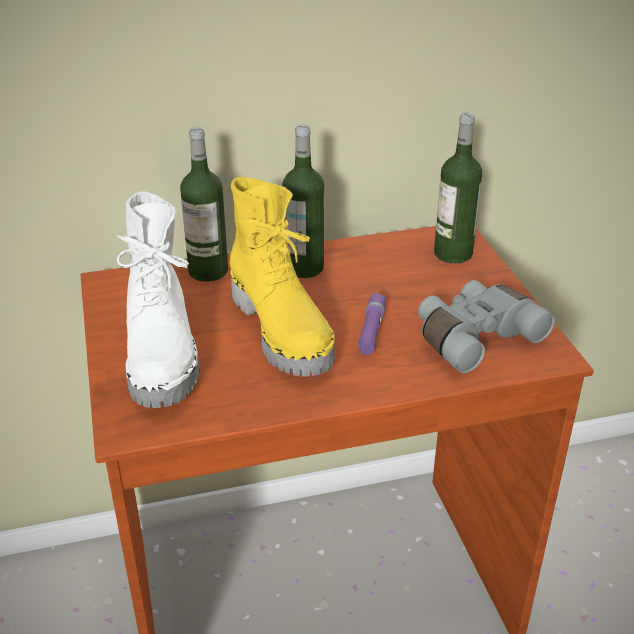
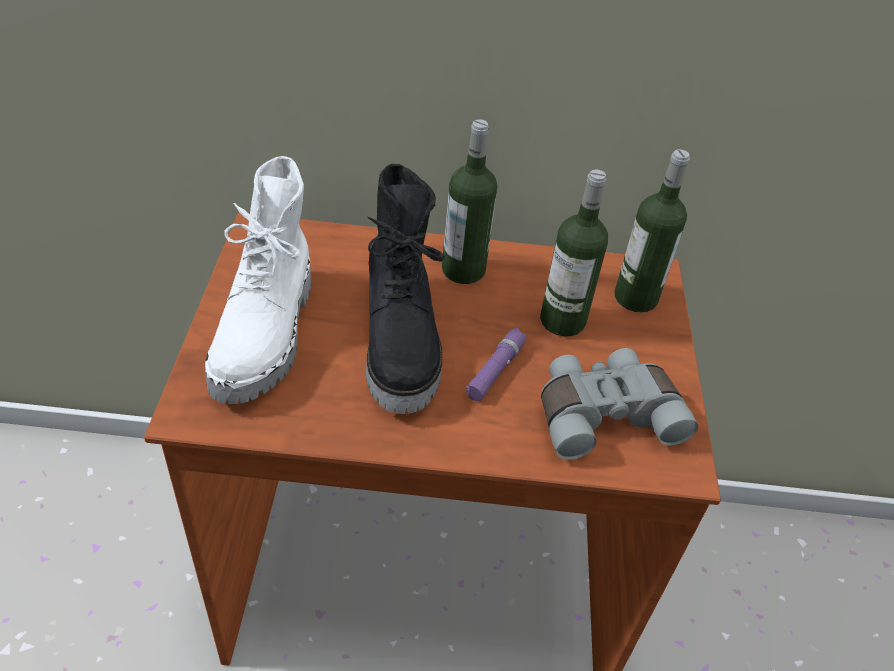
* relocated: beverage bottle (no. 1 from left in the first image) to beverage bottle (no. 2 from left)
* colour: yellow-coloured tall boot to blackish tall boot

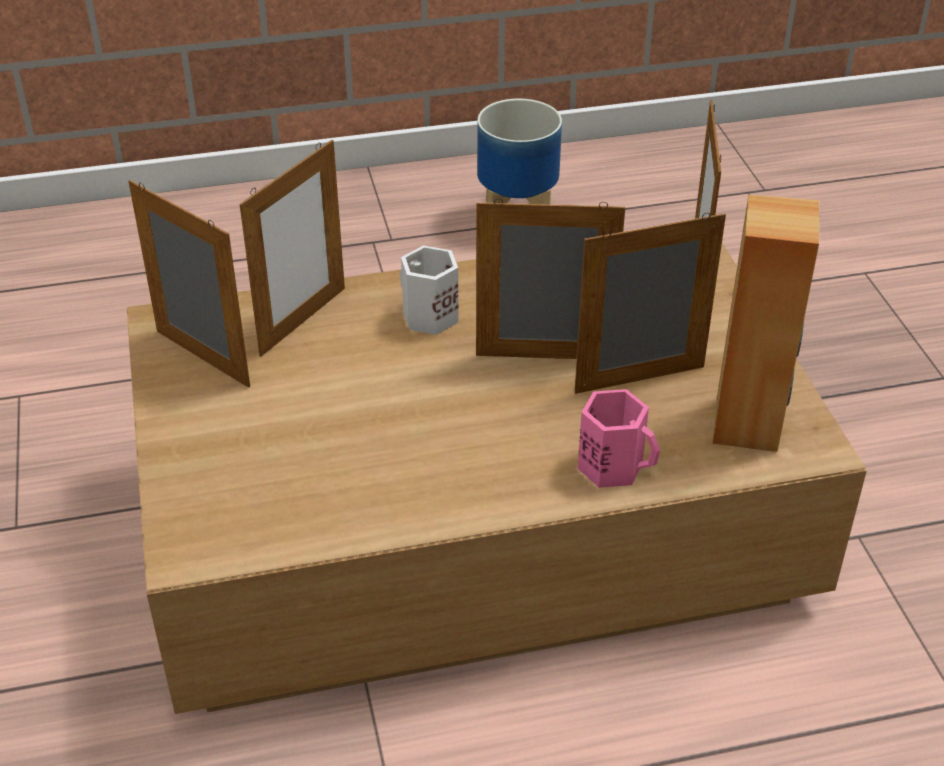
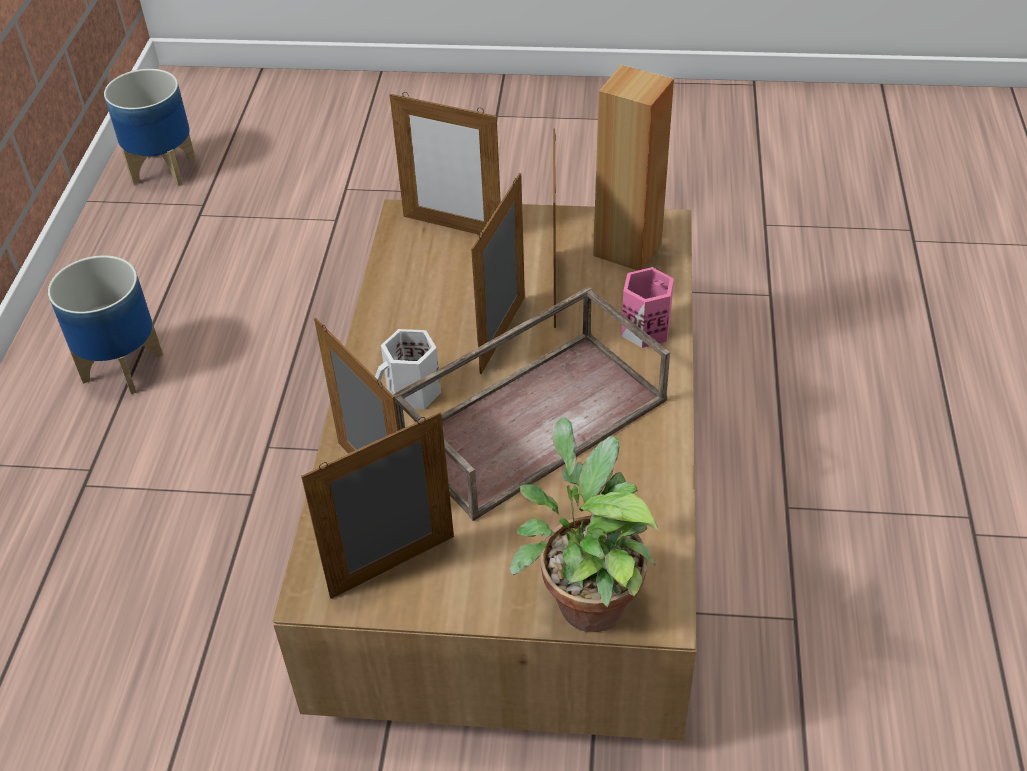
* appeared: planter (no. 2 from left)
* appeared: brown serving tray
* appeared: potted plant

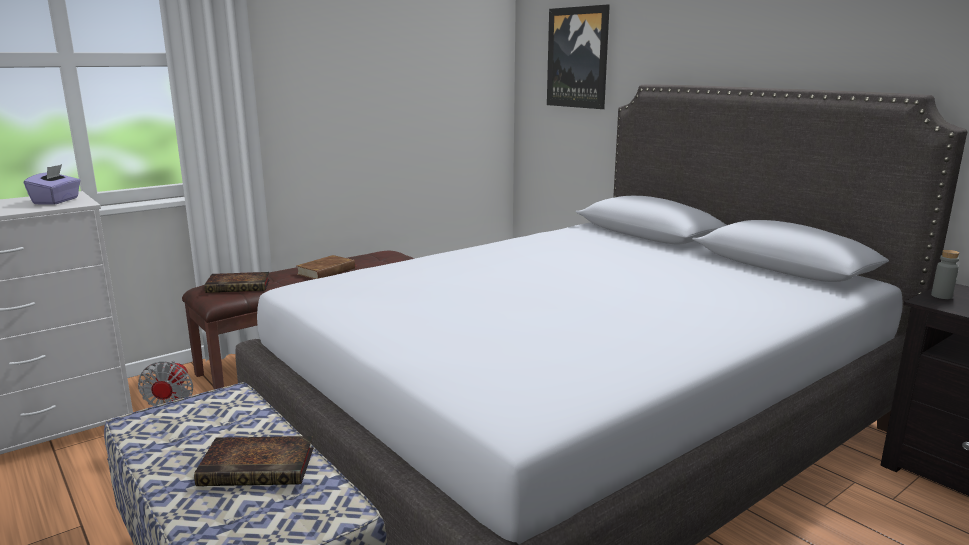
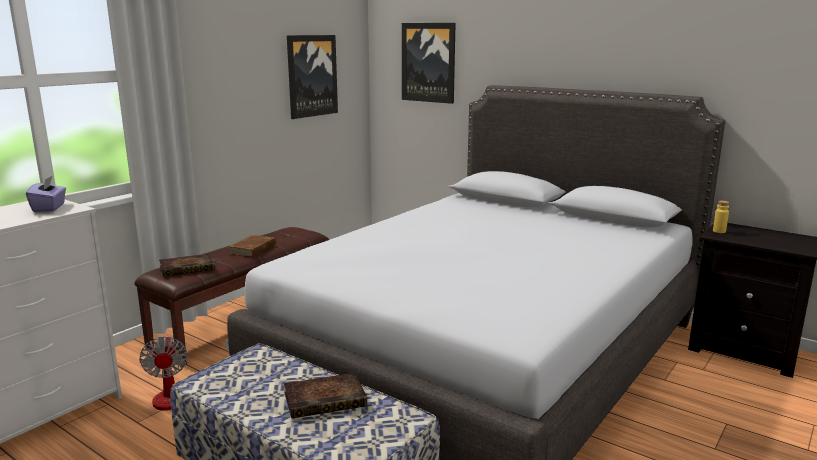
* colour: greyish beverage bottle to yellow-coloured beverage bottle
* appeared: wall art (no. 1 from left)

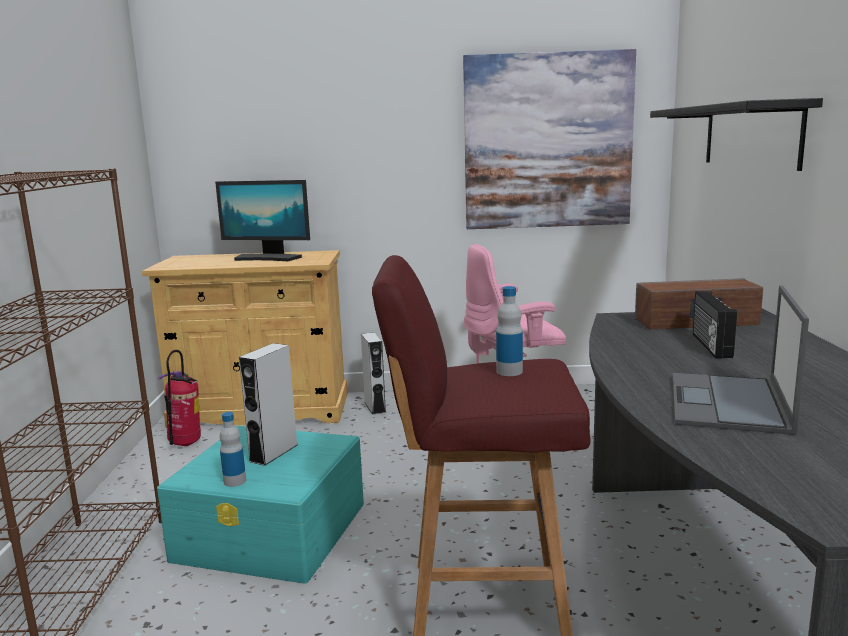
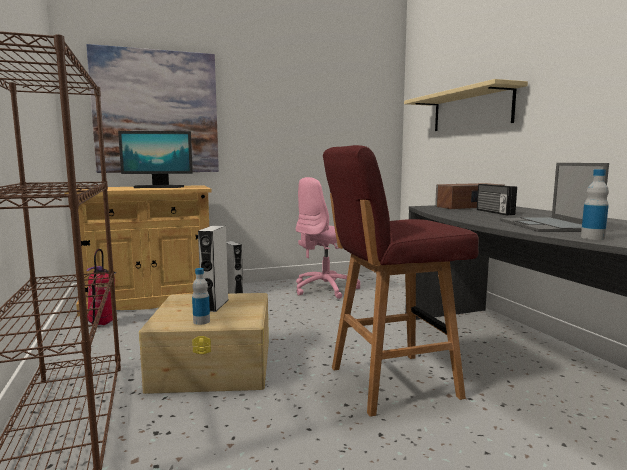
* relocated: wall art
* colour: blackish bracket shelf to beige bracket shelf
* relocated: beverage bottle (no. 2 from left)
* colour: blue-green storage container to beige storage container

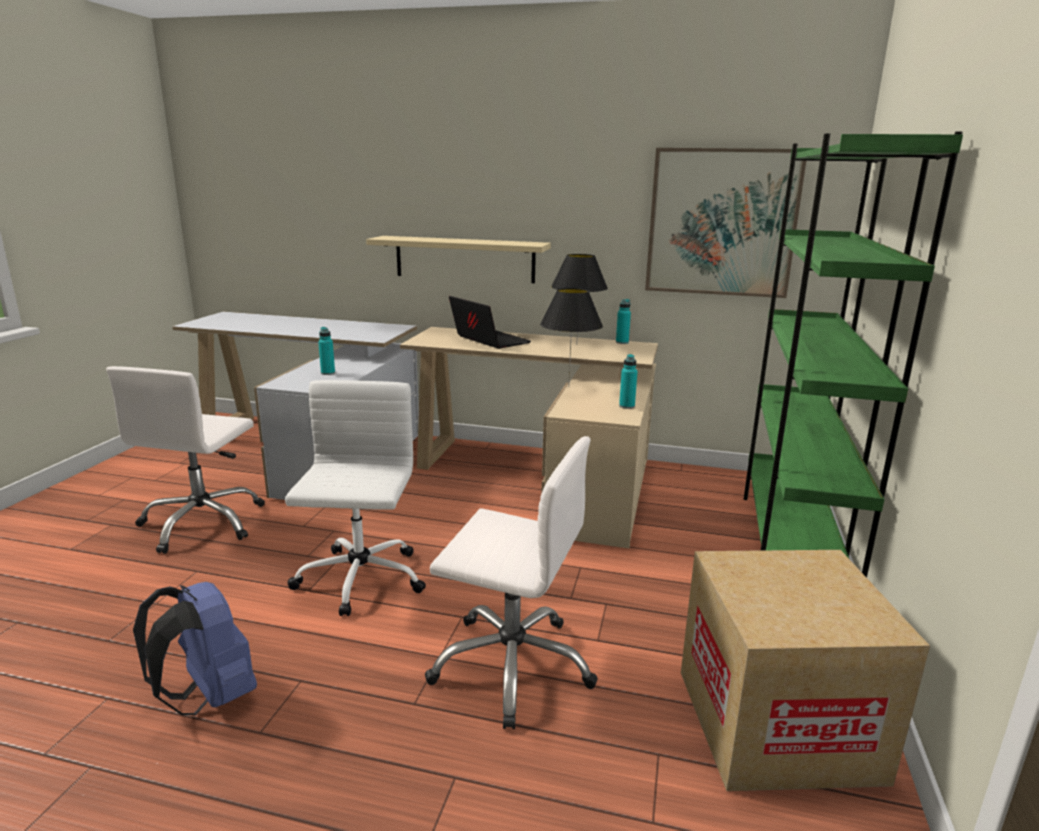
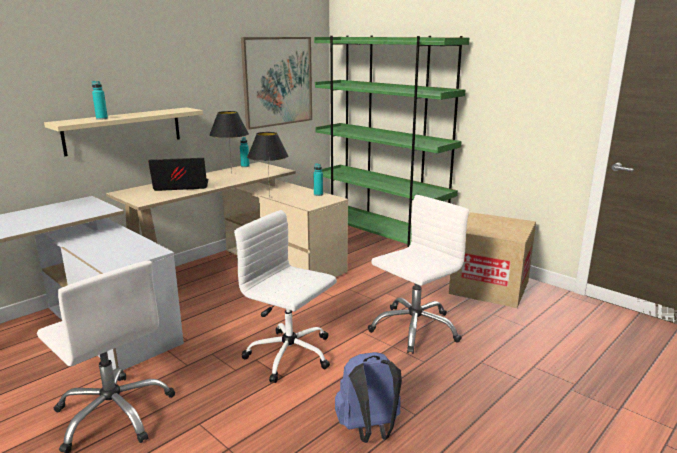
* relocated: blue-green beverage bottle (no. 1 from left)

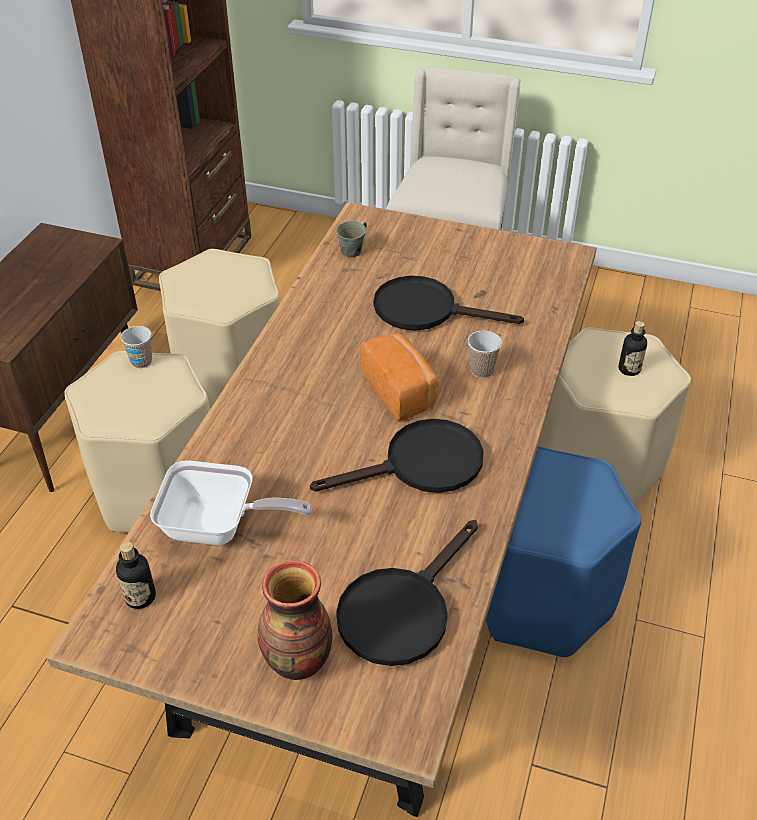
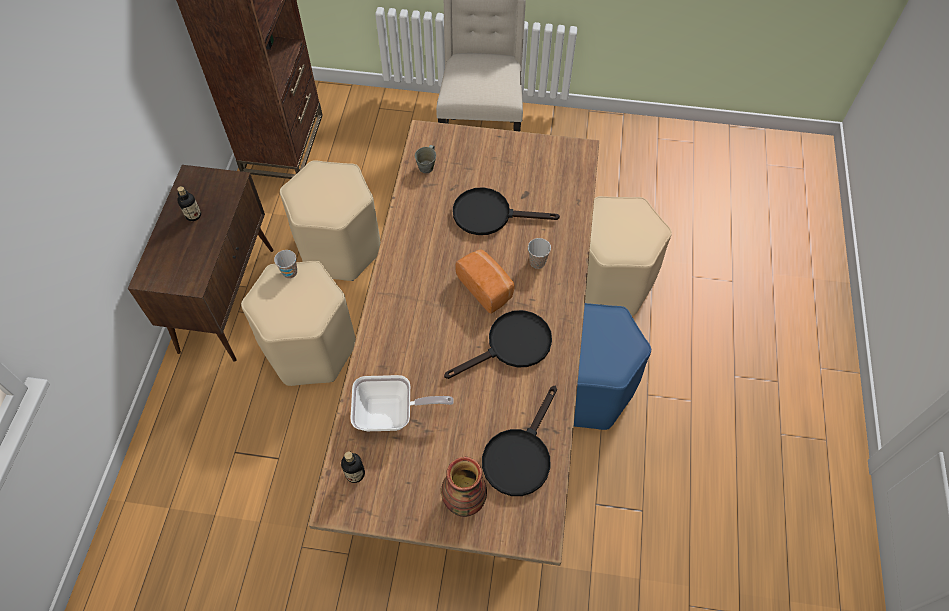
* relocated: beverage bottle (no. 2 from left in the first image) to beverage bottle (no. 1 from left)

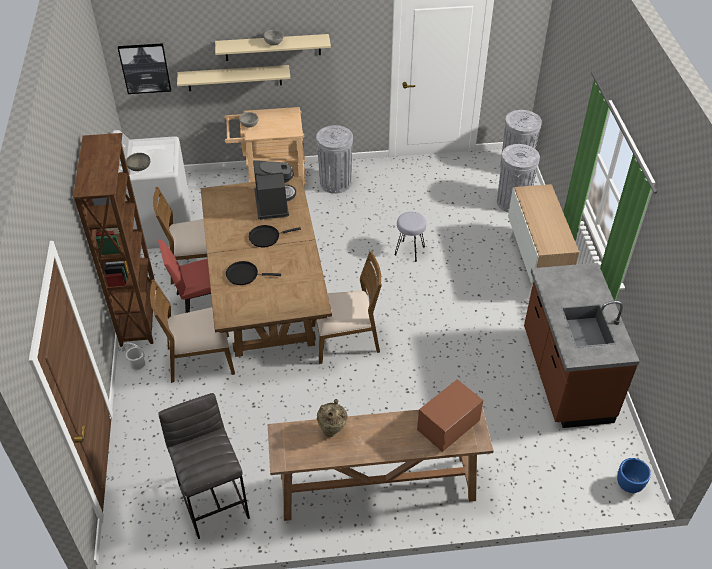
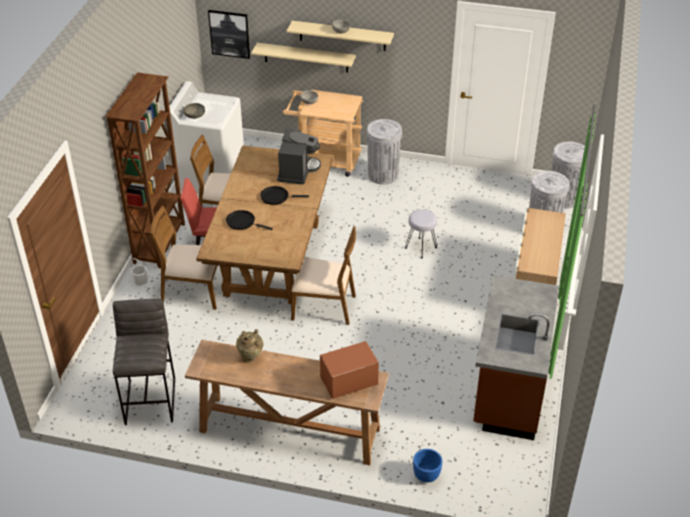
* relocated: bluish planter

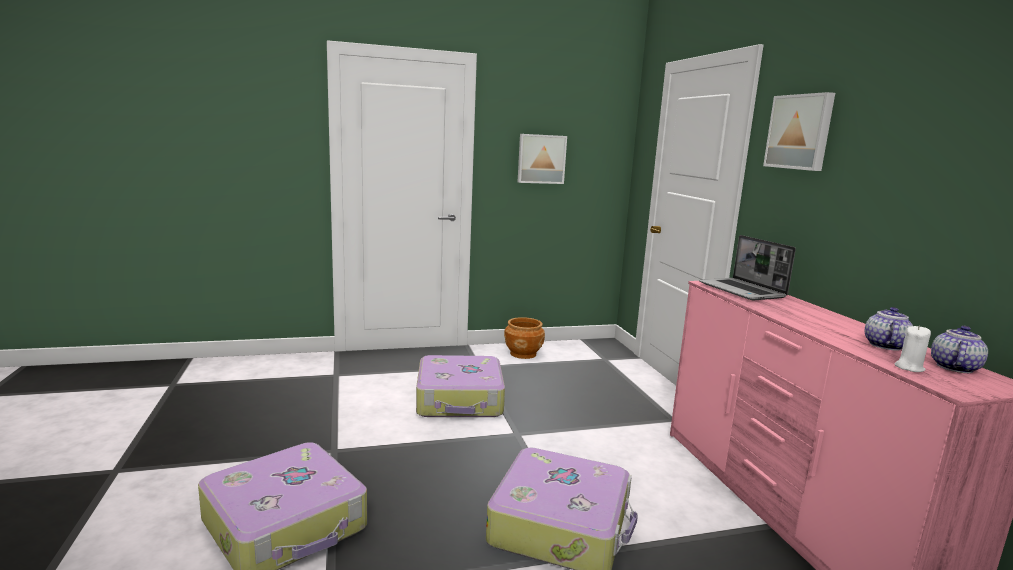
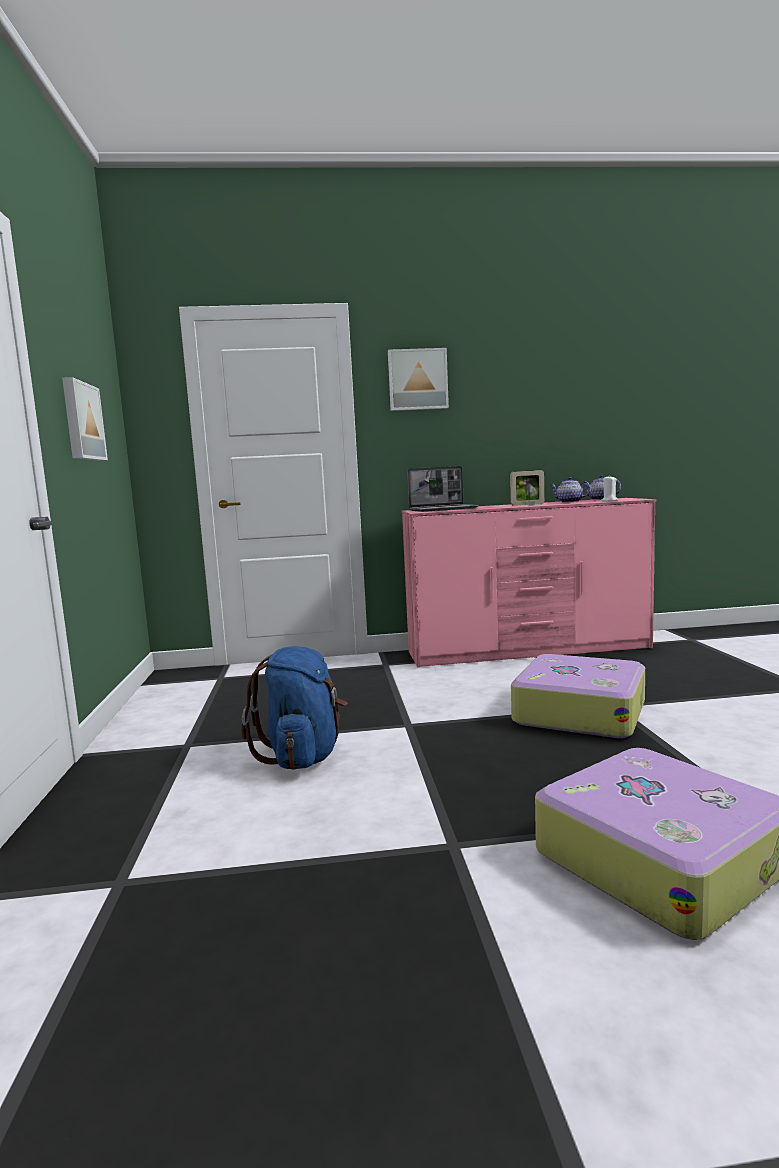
* missing: brown planter
* exchanged: piece of luggage (no. 2 from left) to bluish rucksack
* appeared: photo frame

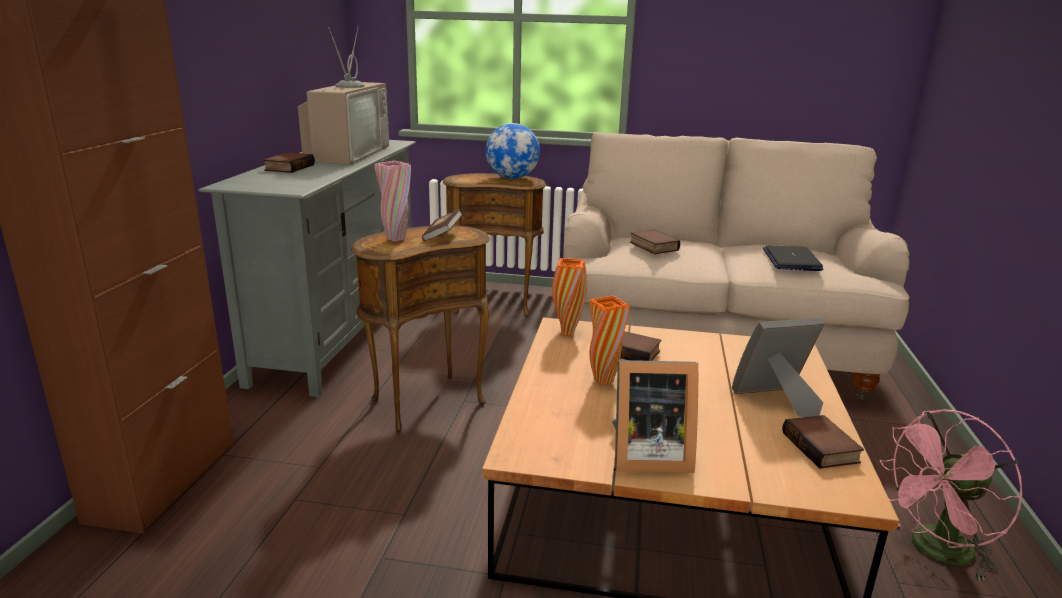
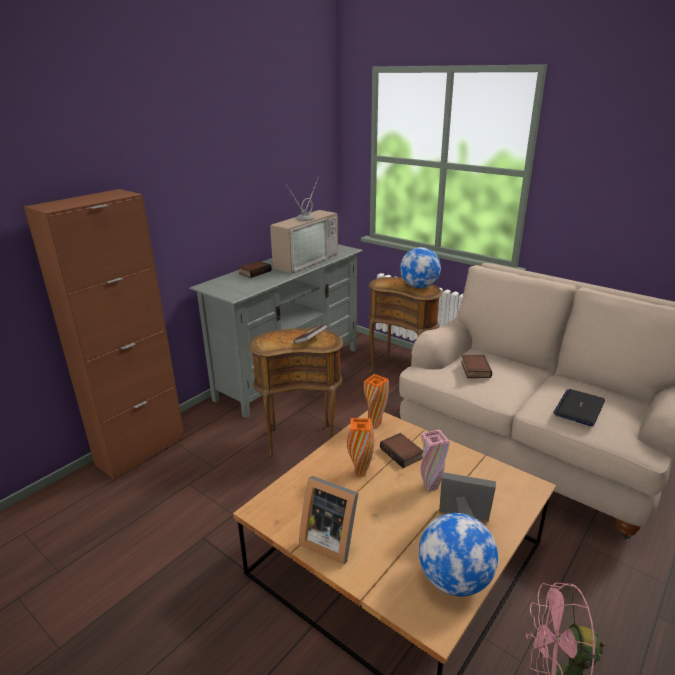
* relocated: pink-coloured flower vase
* exchanged: book (no. 5 from left) to desk globe (no. 2 from left)

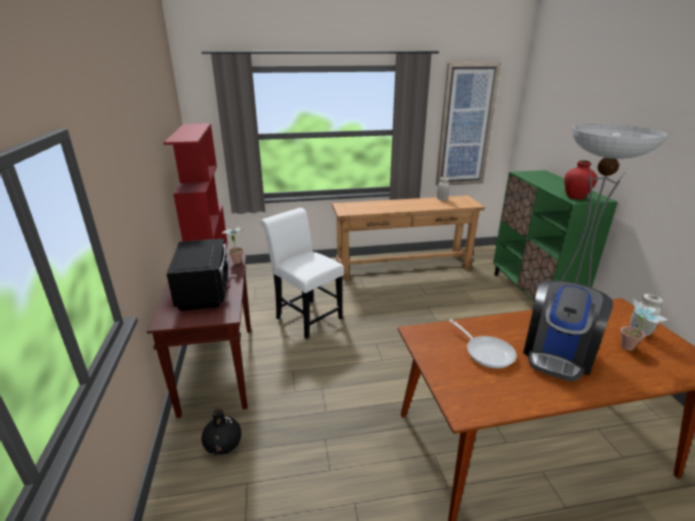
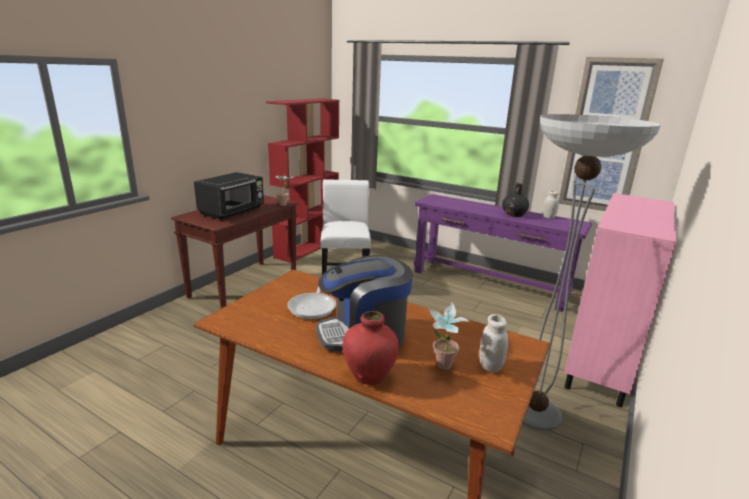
* relocated: reddish flower vase
* colour: green-coloured cupboard to pink-coloured cupboard
* colour: brown narrow table (no. 2 from left) to purple narrow table
* relocated: blackish flower vase

